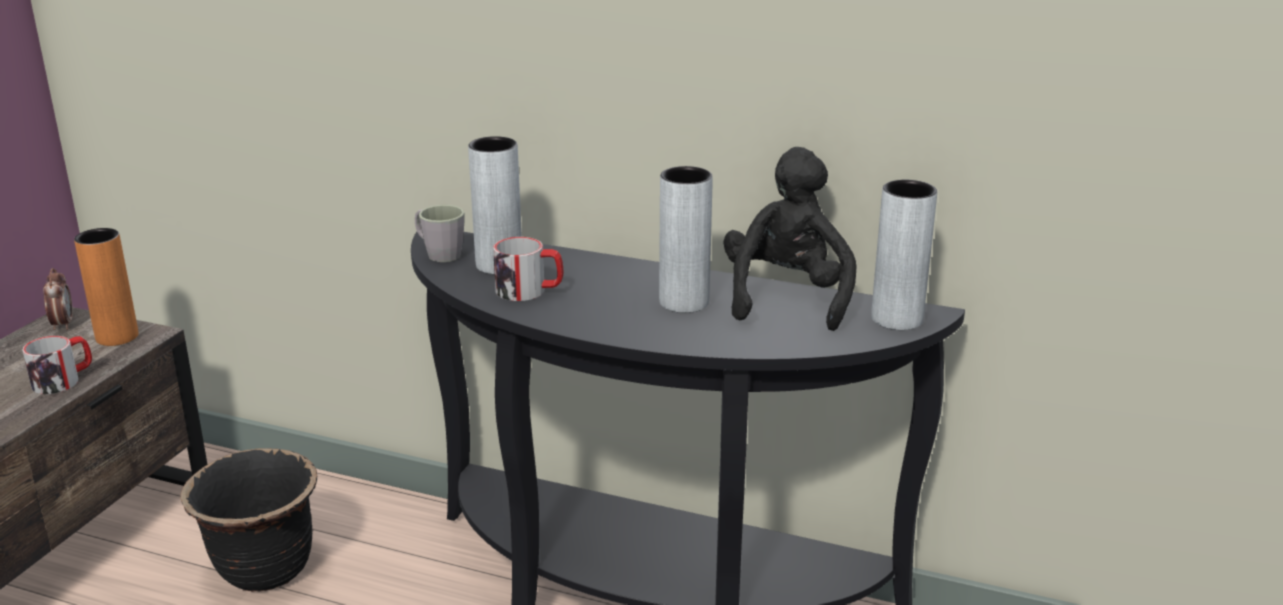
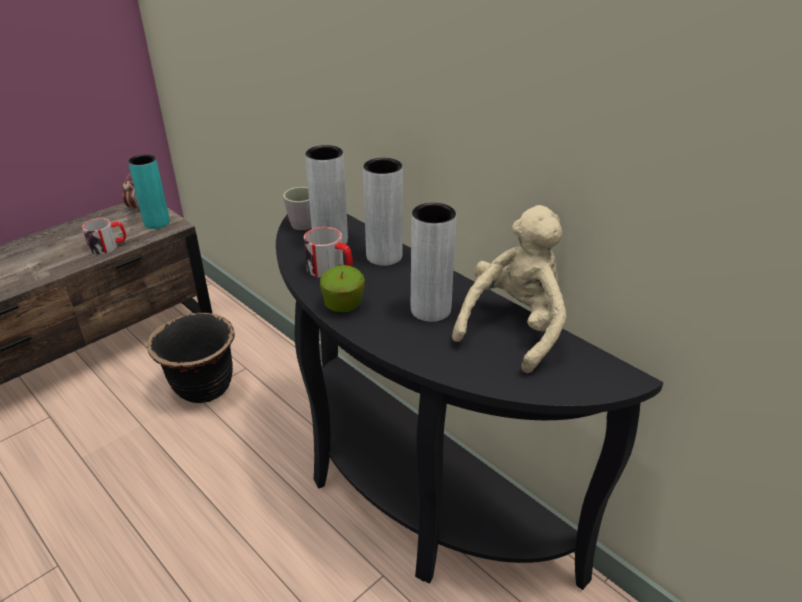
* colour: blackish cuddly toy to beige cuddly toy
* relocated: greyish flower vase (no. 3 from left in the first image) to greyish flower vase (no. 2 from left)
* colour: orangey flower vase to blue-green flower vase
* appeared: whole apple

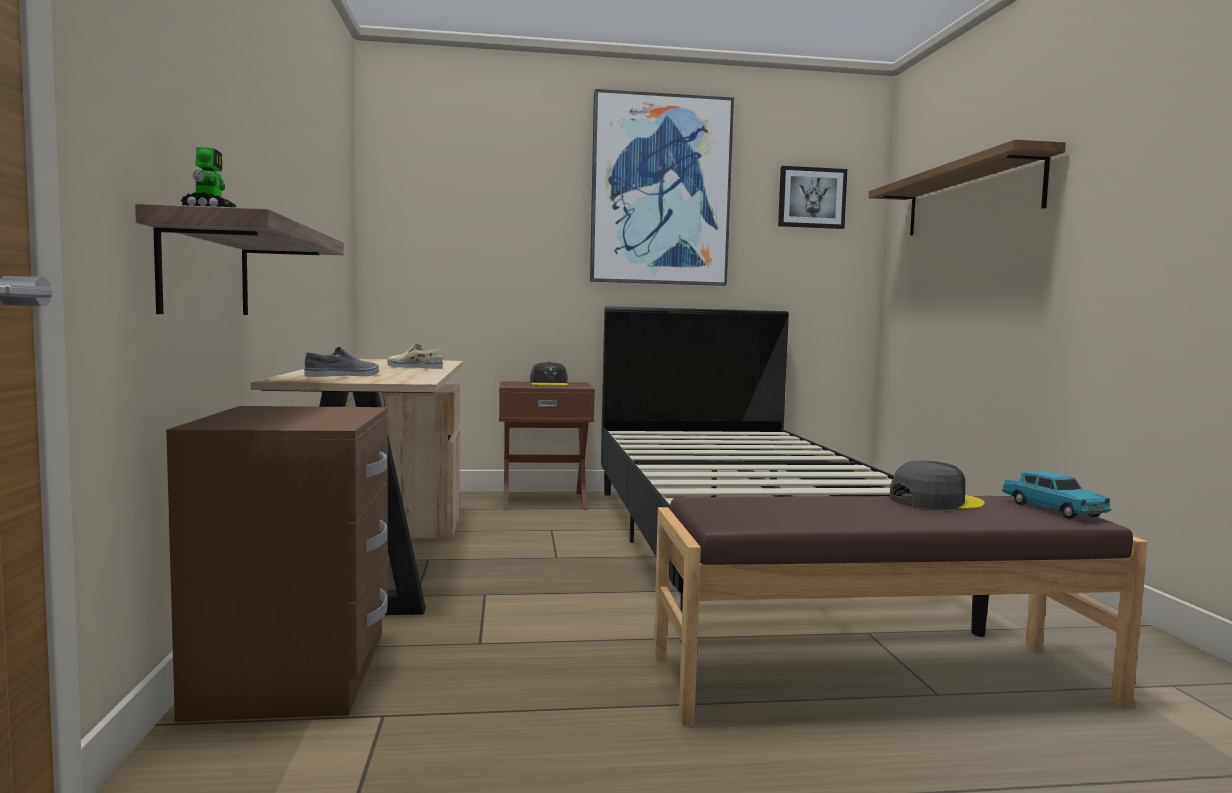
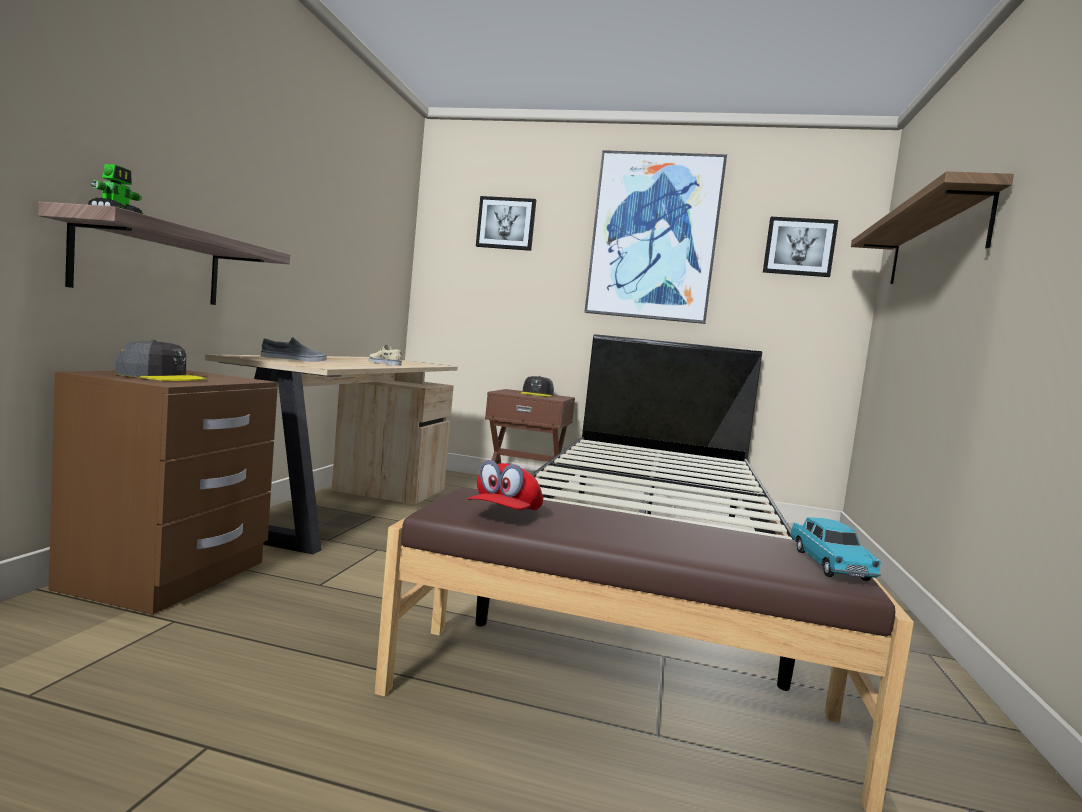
* relocated: greyish cap (no. 2 from left in the first image) to greyish cap (no. 1 from left)
* appeared: wall art (no. 1 from left)
* appeared: reddish cap

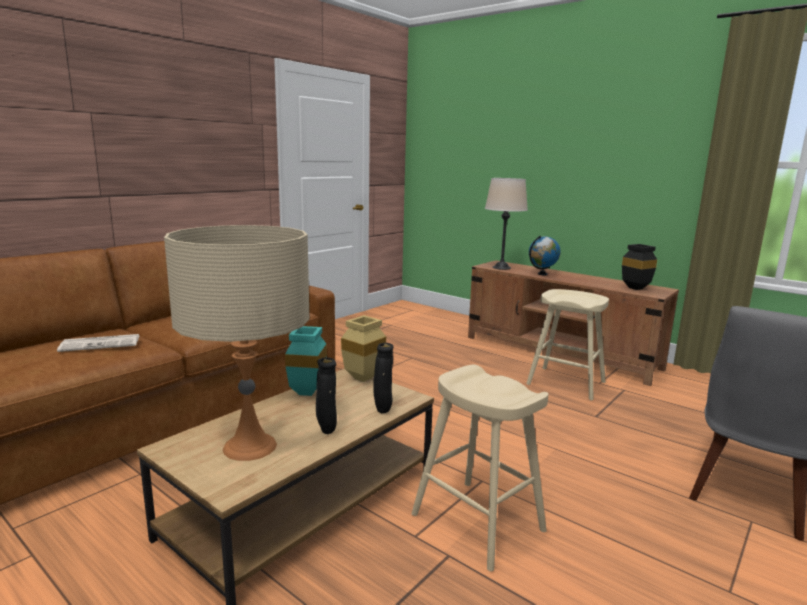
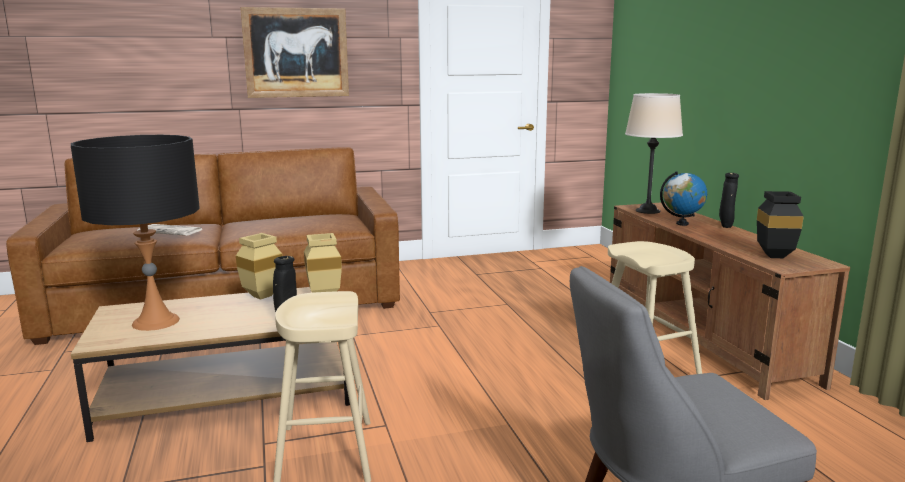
* colour: beige tabletop lamp (no. 1 from left) to blackish tabletop lamp
* colour: blue-green flower vase to beige flower vase (no. 1 from left)
* relocated: blackish flower vase (no. 1 from left in the first image) to blackish flower vase (no. 2 from left)
* appeared: wall art

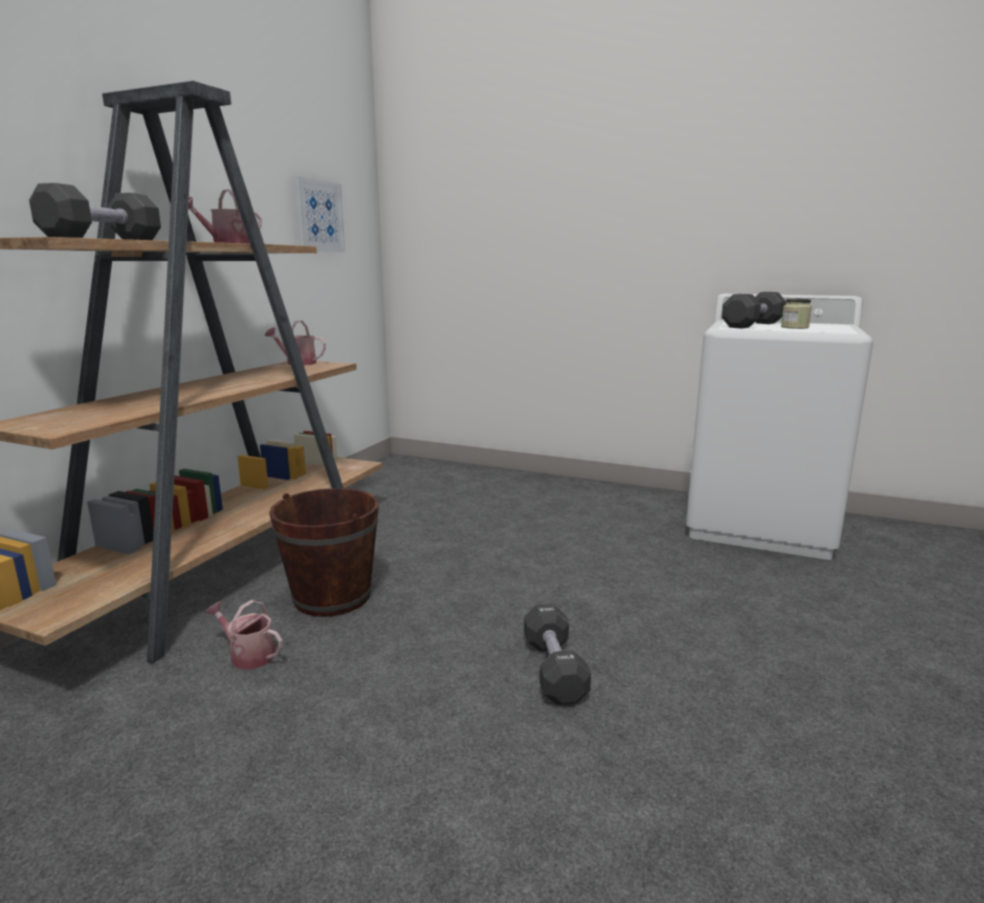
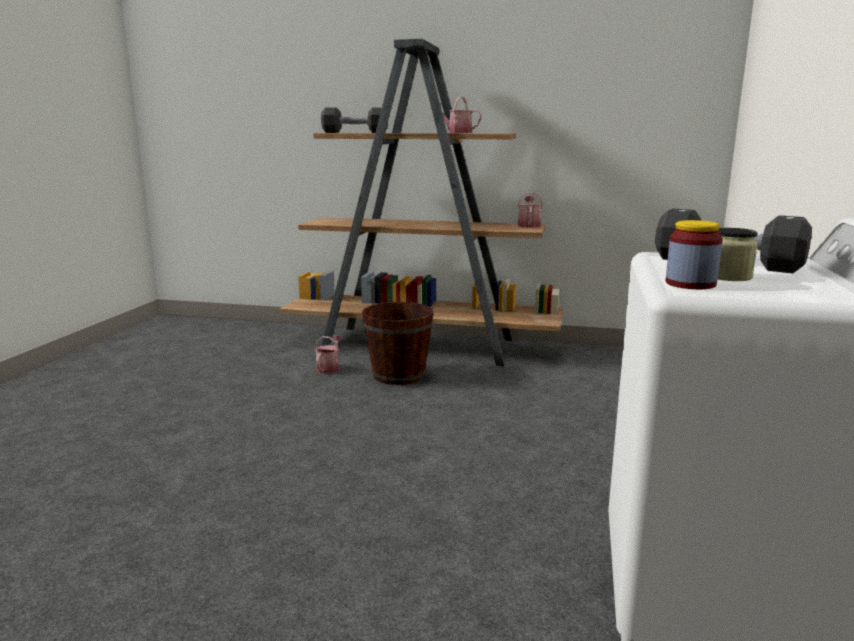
* missing: wall art
* missing: blackish free weight (no. 2 from left)
* appeared: preserve jar (no. 1 from left)

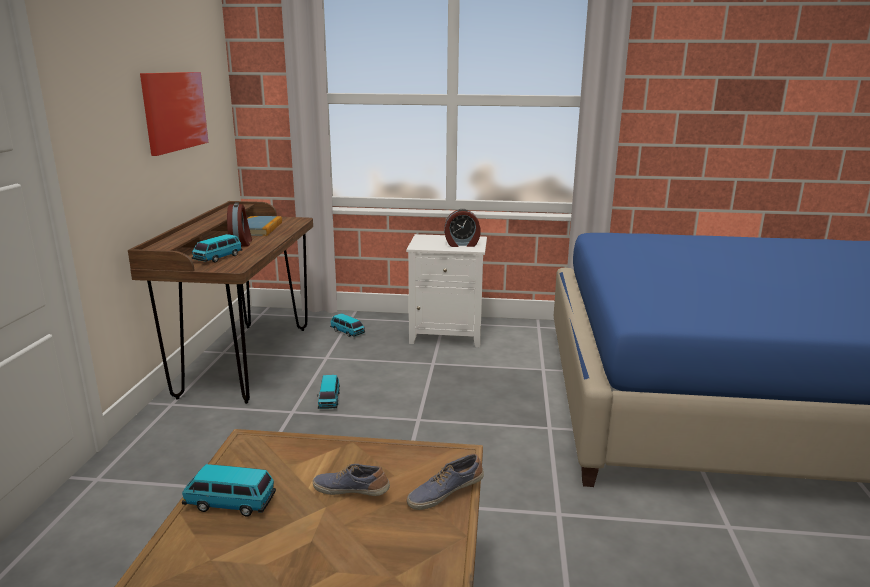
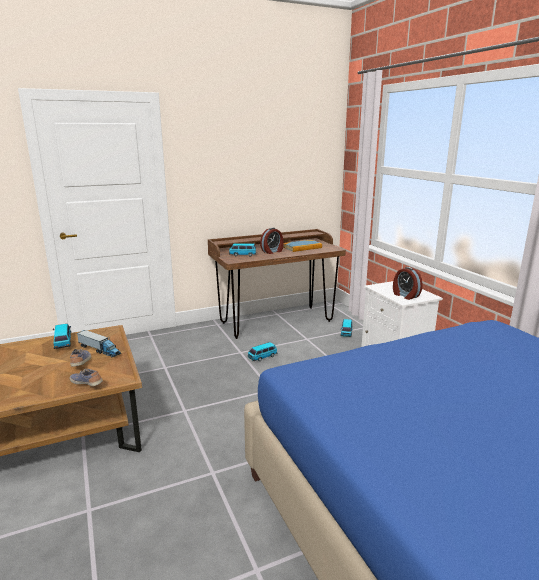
* missing: wall art
* appeared: toy truck

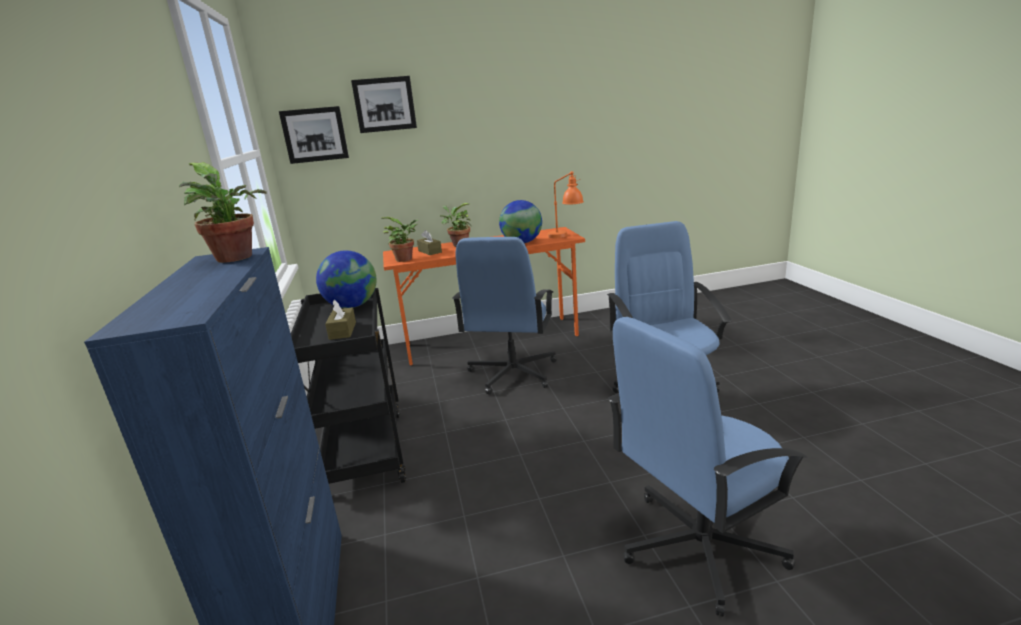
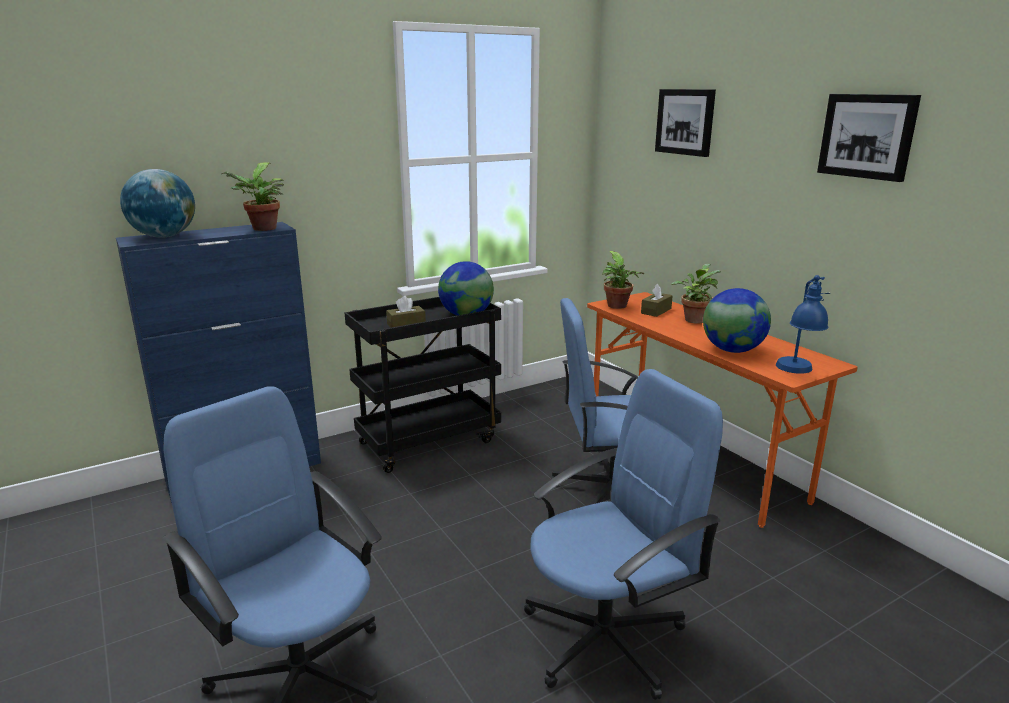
* relocated: wall art (no. 1 from left in the first image) to wall art (no. 2 from left)
* colour: orangey tabletop lamp to bluish tabletop lamp
* appeared: desk globe (no. 1 from left)

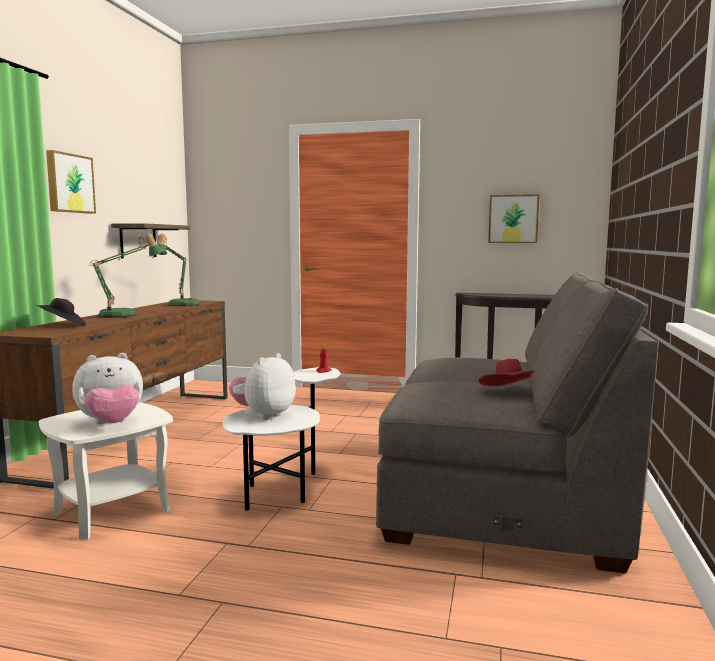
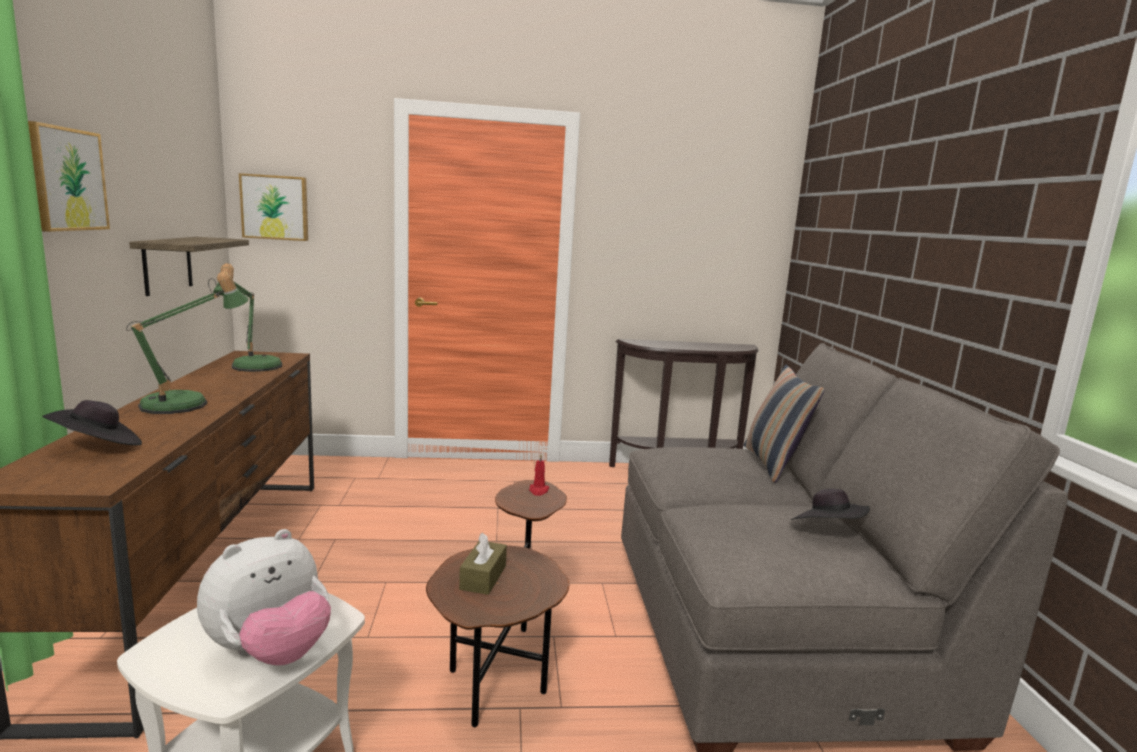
* relocated: wall art (no. 2 from left)
* exchanged: cuddly toy (no. 2 from left) to brown box of tissues
* colour: reddish clothing hat to blackish clothing hat (no. 2 from left)
* colour: white end table (no. 2 from left) to brown end table
* appeared: throw pillow

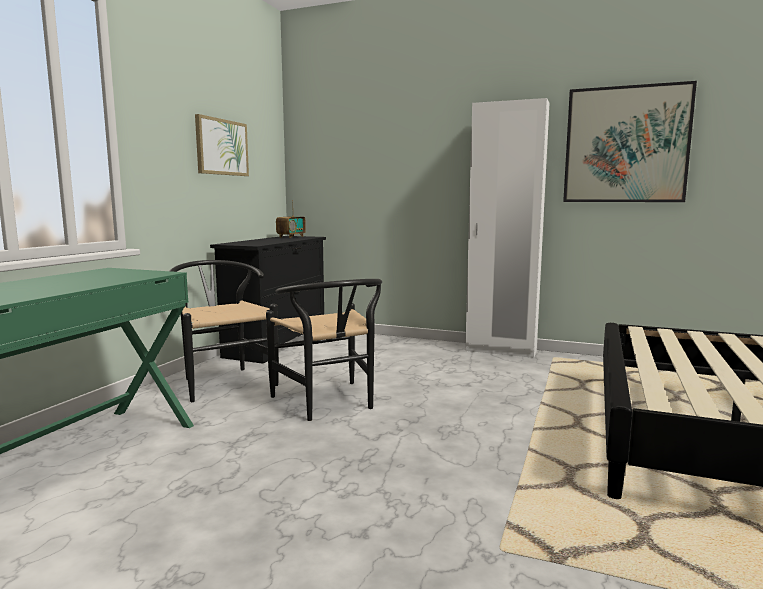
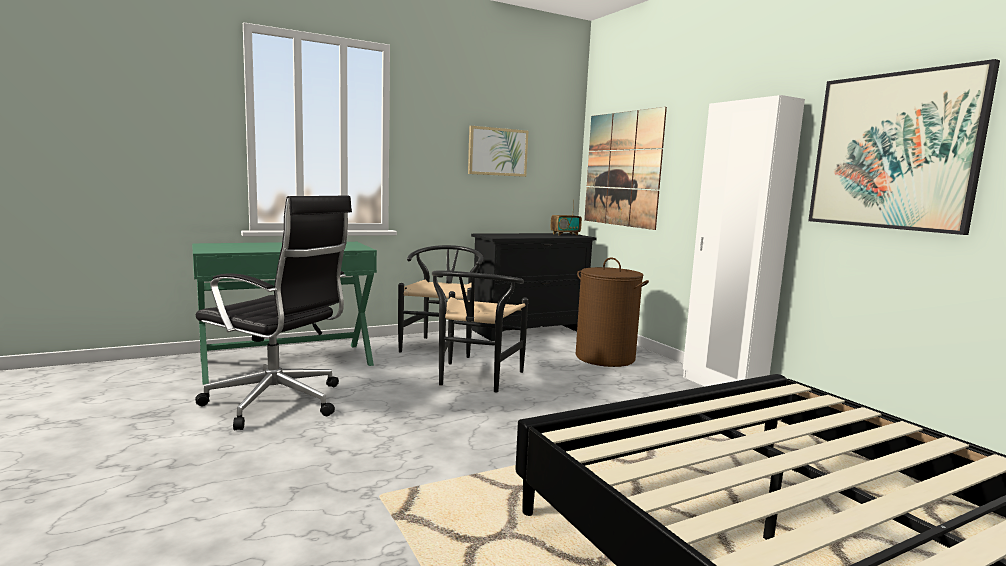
* appeared: wall art (no. 2 from left)
* appeared: blackish computer chair
* appeared: brown washing basket

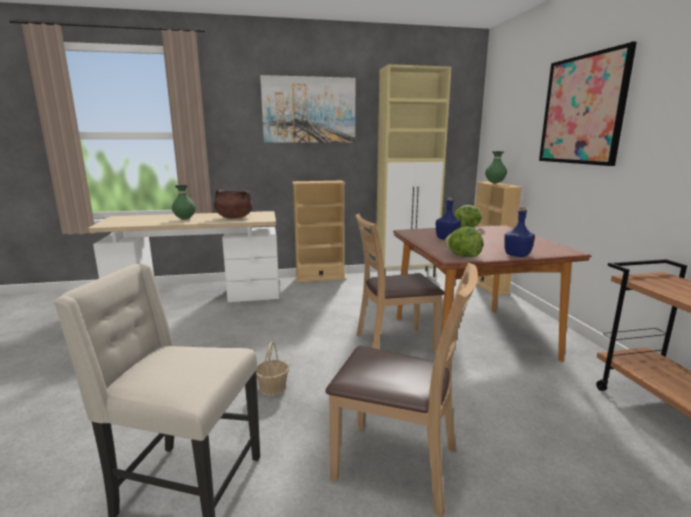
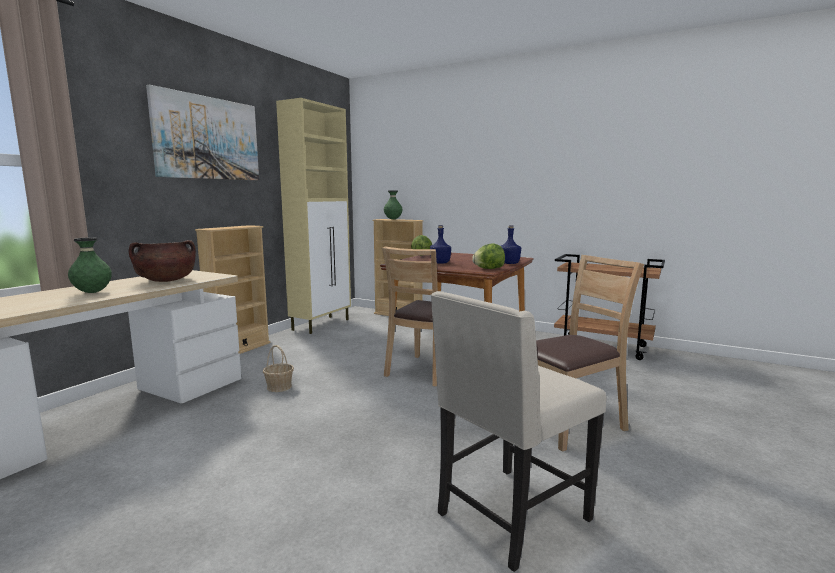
* missing: wall art (no. 2 from left)
* relocated: basket

